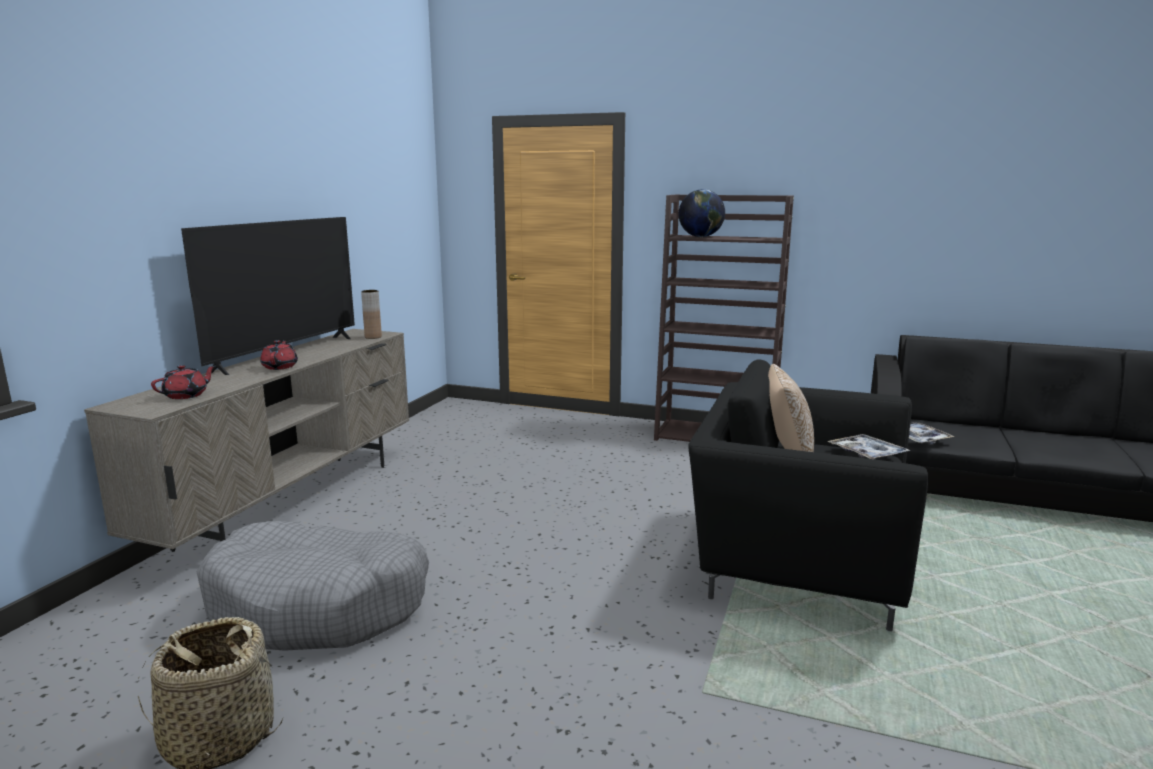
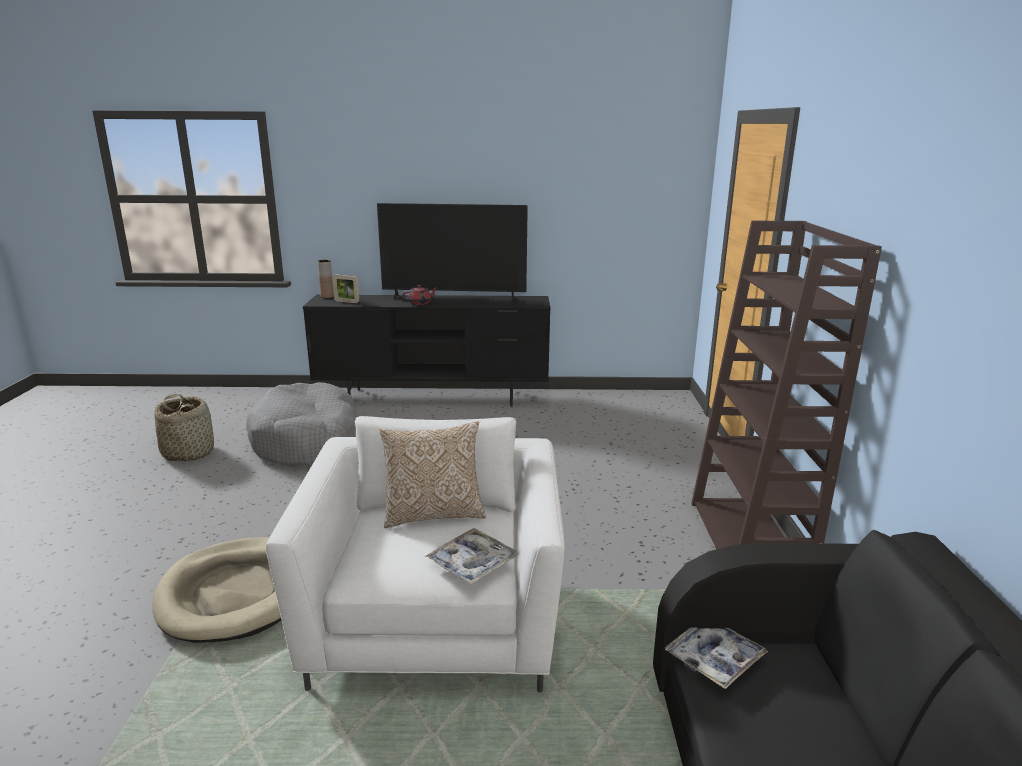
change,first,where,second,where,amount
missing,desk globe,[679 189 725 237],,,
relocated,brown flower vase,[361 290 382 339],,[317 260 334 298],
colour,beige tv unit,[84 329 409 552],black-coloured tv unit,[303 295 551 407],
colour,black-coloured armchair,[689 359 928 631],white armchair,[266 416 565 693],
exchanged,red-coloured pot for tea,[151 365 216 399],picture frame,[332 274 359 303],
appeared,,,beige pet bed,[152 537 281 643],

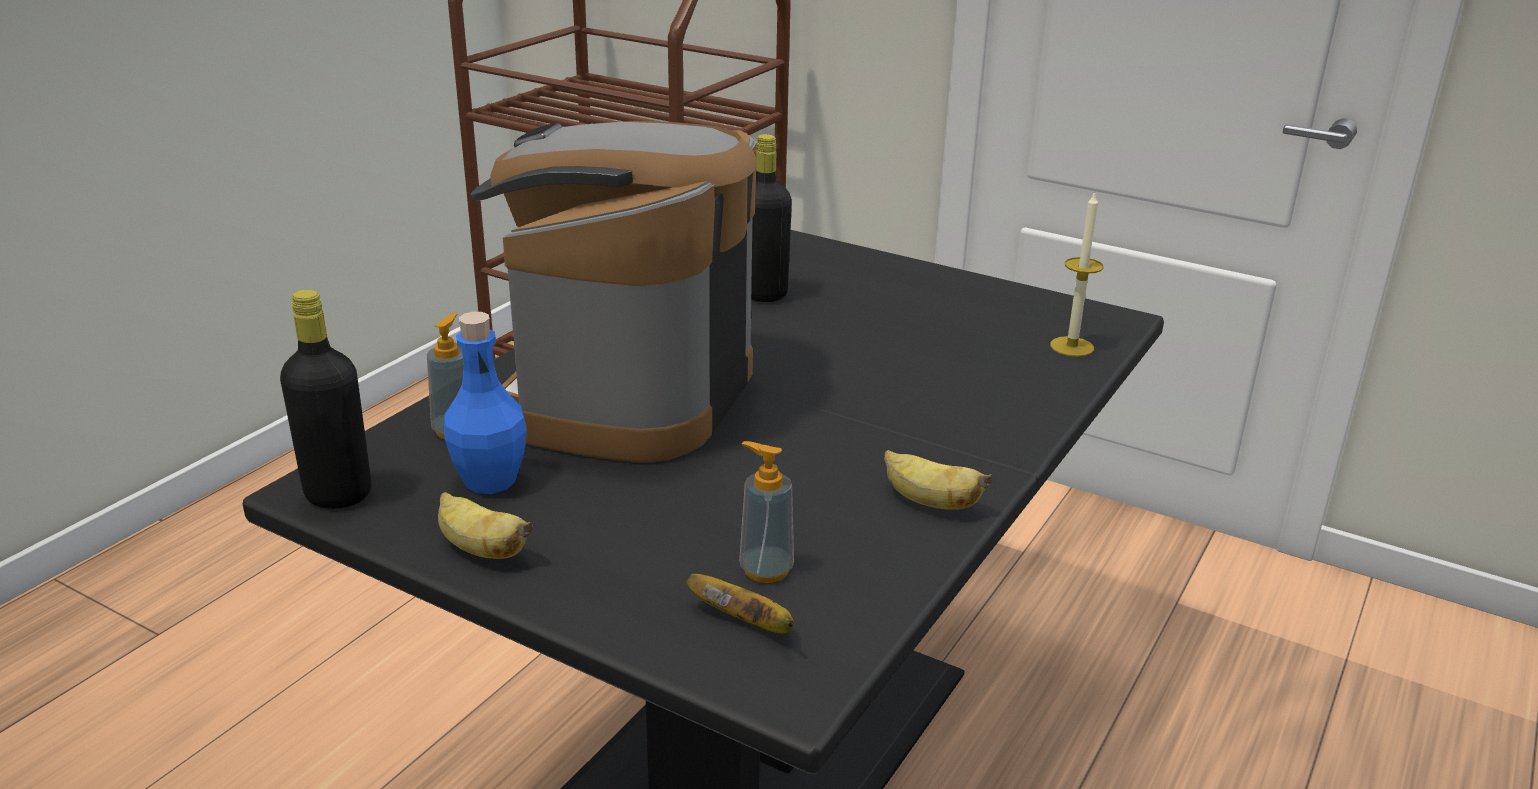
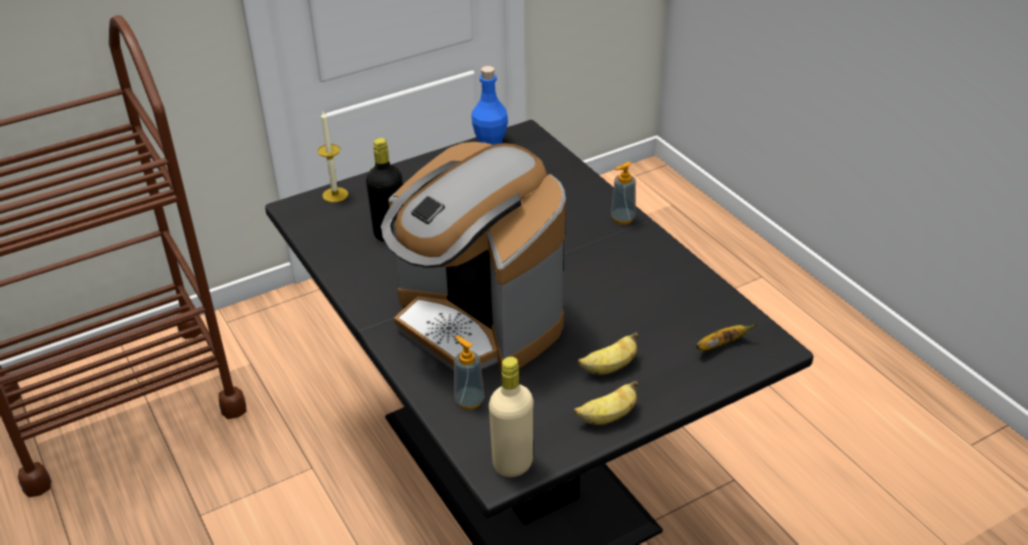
change,first,where,second,where,amount
relocated,candle,[1050 192 1103 357],,[318 111 348 203],
colour,black-coloured beverage bottle,[280 290 371 509],beige beverage bottle,[489 357 533 477],
relocated,blue beverage bottle,[444 312 527 494],,[471 66 508 145],
relocated,soap dispenser,[739 441 794 583],,[611 162 636 224],
relocated,whole banana,[884 450 992 510],,[578 332 638 375],

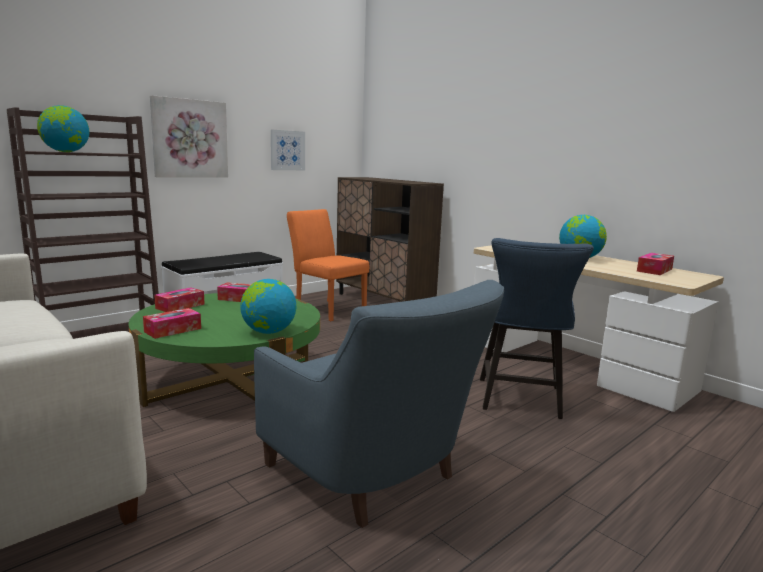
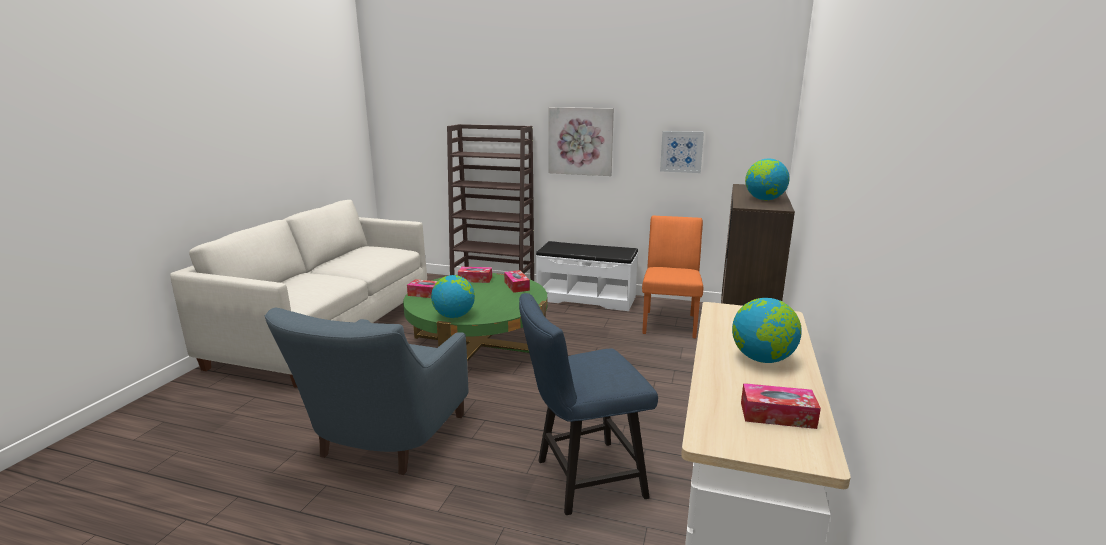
change,first,where,second,where,amount
relocated,desk globe,[37 105 89 152],,[745 159 790 200],

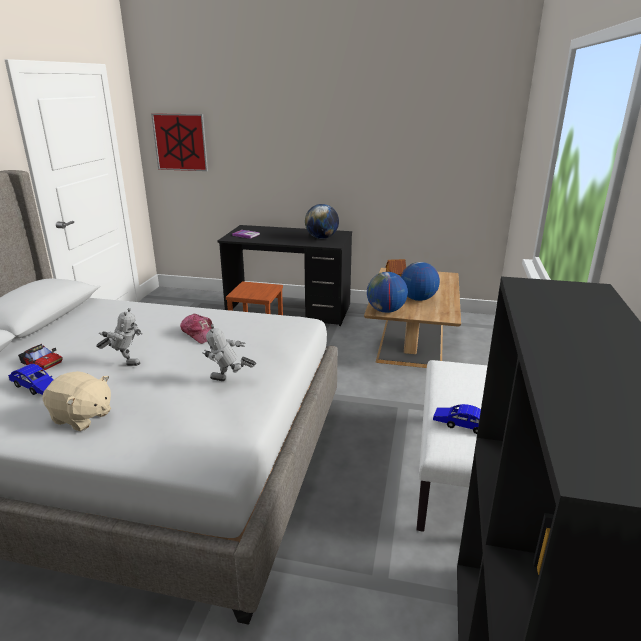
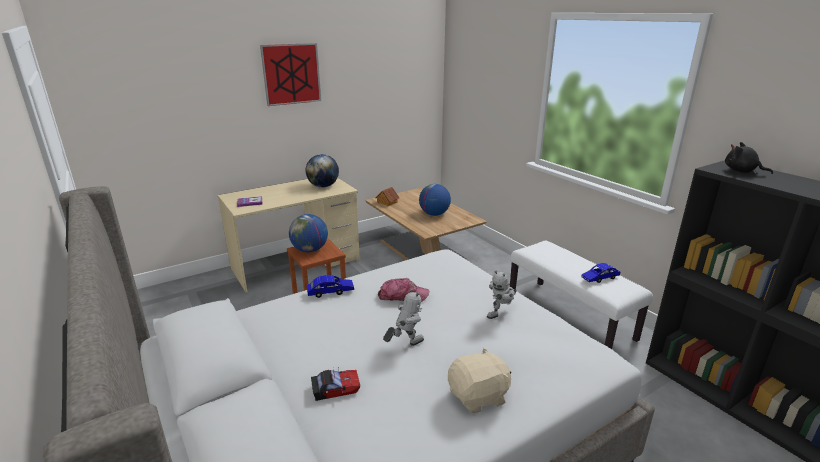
change,first,where,second,where,amount
relocated,wall art,[151 114 208 171],,[260 43 321 106],
colour,black-coloured desk table,[217 225 352 326],beige desk table,[218 178 360 292],
relocated,desk globe,[367 272 408 313],,[289 214 328 252],
relocated,blue miniature car,[8 364 54 395],,[307 275 354 298],
appeared,,,black-coloured plush toy,[725 142 773 174],

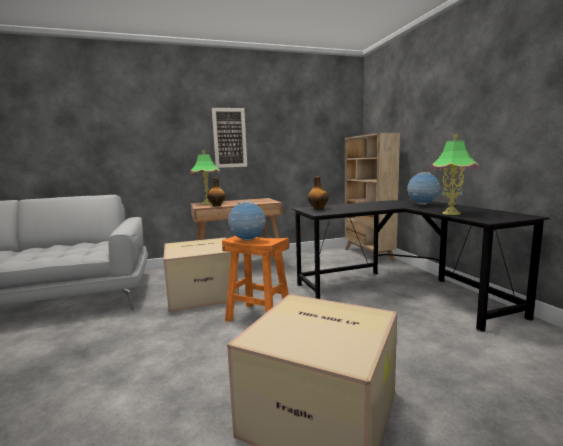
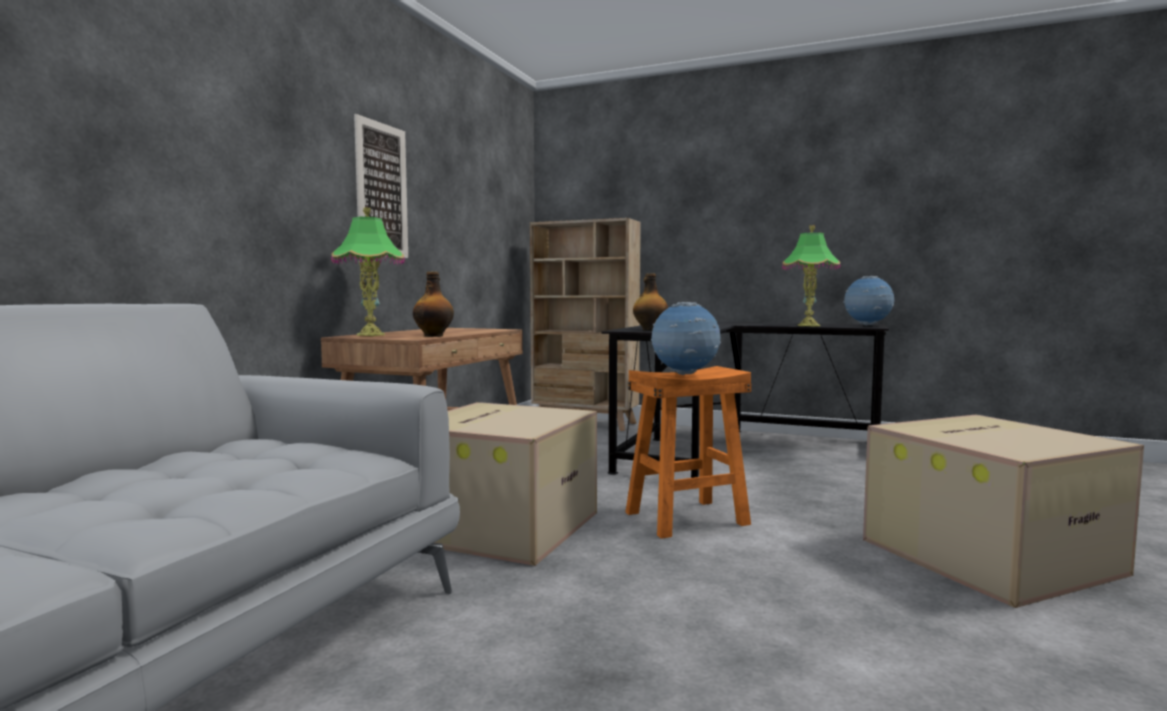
change,first,where,second,where,amount
relocated,desk globe,[407 172 441 205],,[843 276 894 326],

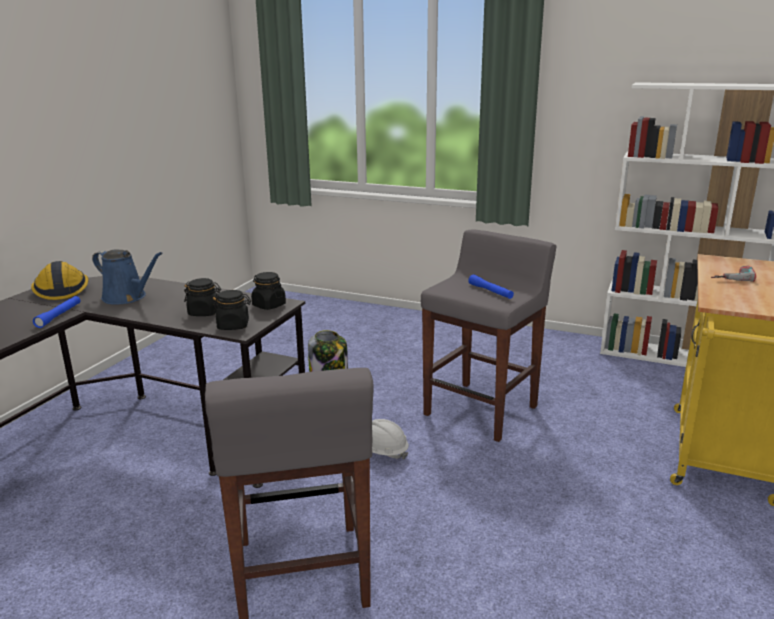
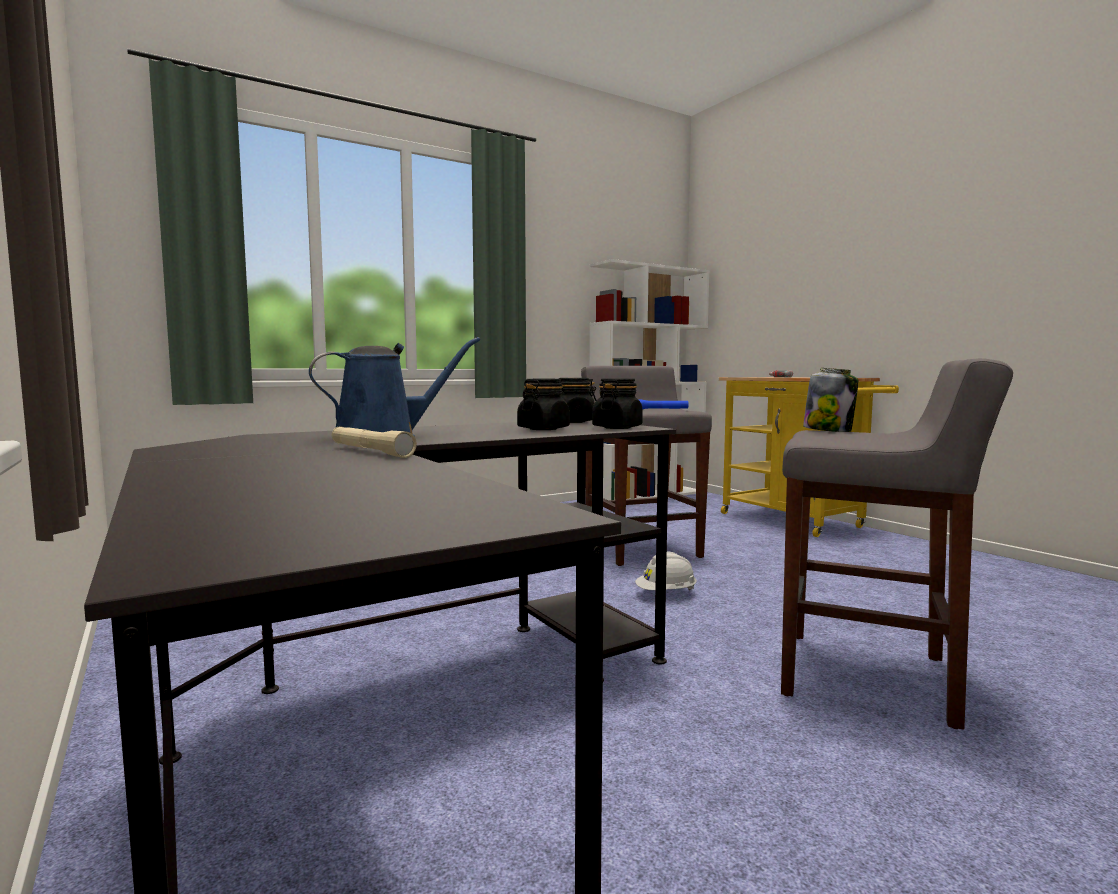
change,first,where,second,where,amount
missing,safety helmet,[31 261 89 300],,,
colour,blue hand torch,[33 296 81 328],beige hand torch,[332 426 417 458],

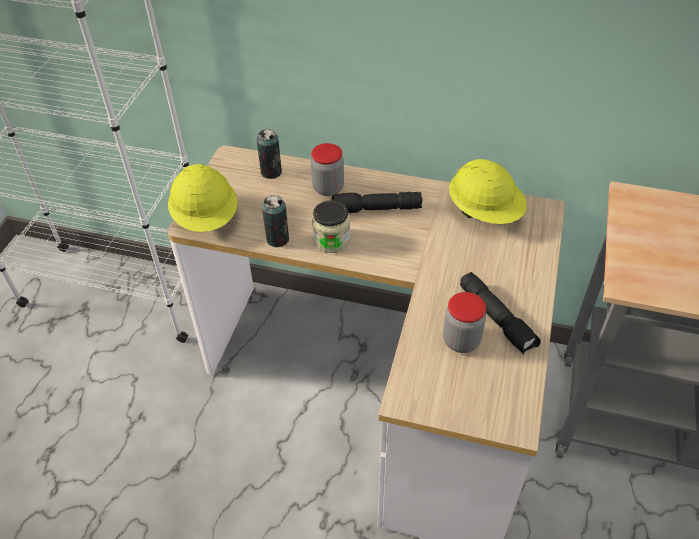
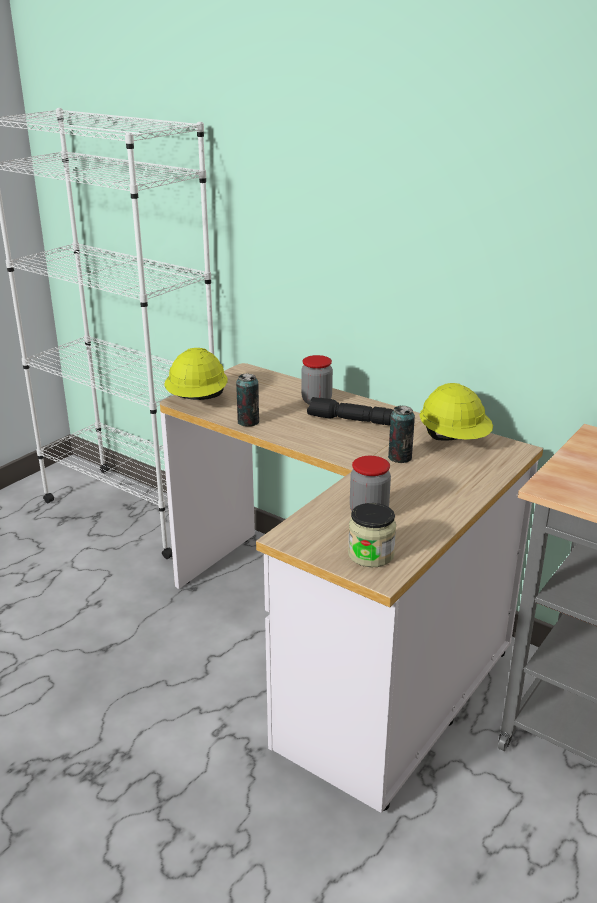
change,first,where,second,where,amount
relocated,can,[257 129 282 179],,[388 406 415 463],
relocated,jar,[312 200 351 253],,[348 503 396 567],
missing,black-coloured hand torch,[460 272 541 355],,,

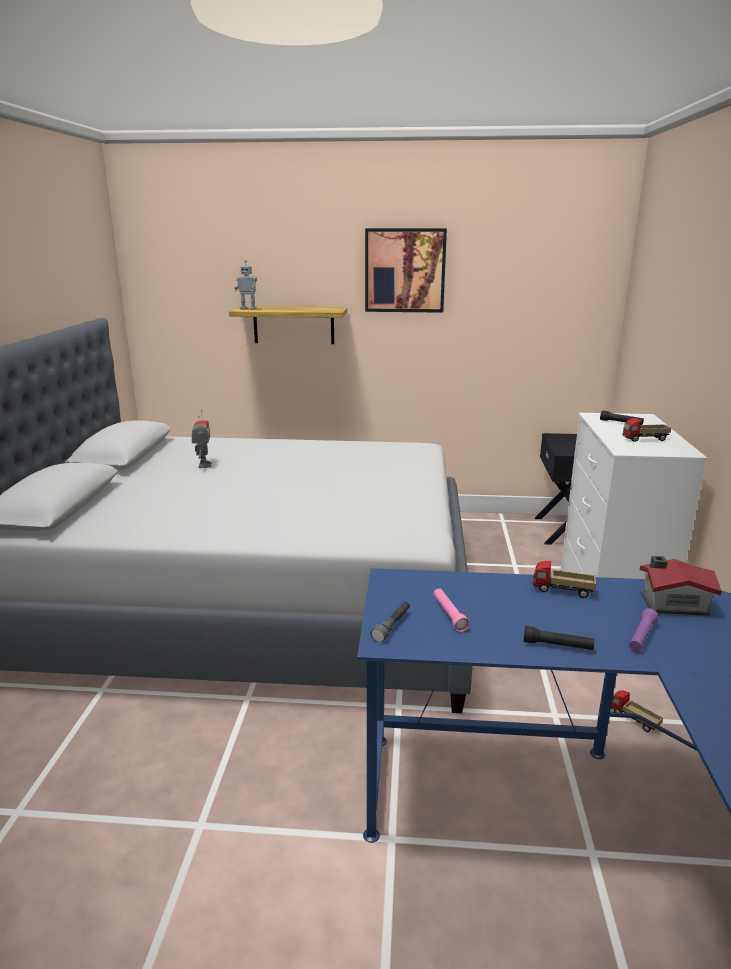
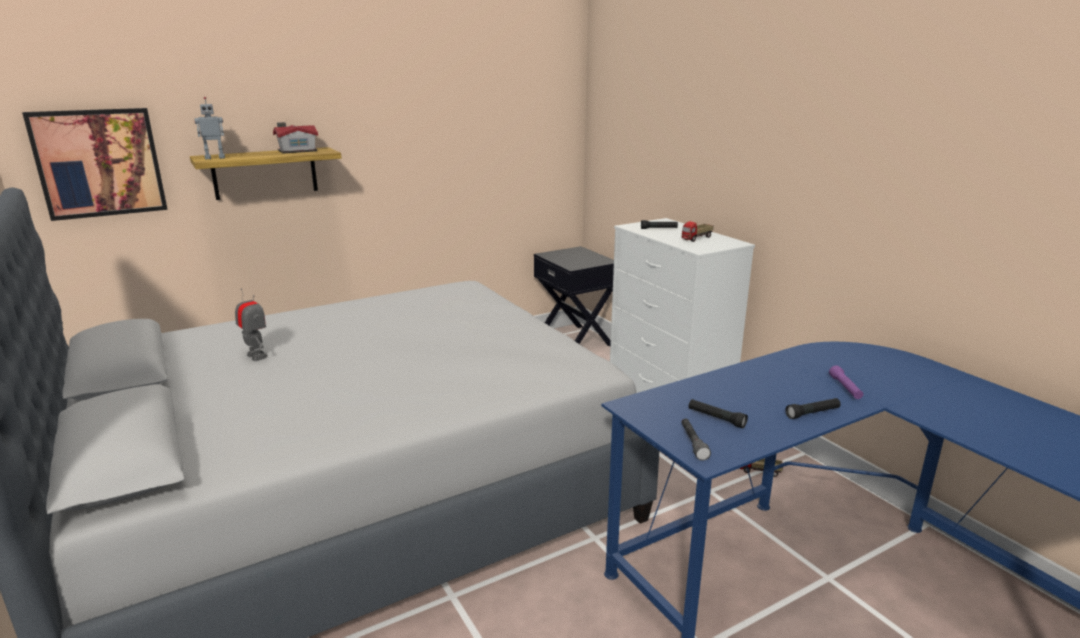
change,first,where,second,where,amount
relocated,wall art,[365 228 447 313],,[22 108 168 221],
relocated,model house,[640 556 722 616],,[273 122 318 154],
missing,toy lorry,[533 561 596 598],,,
colour,pink-coloured hand torch,[433 588 470 632],black-coloured hand torch,[689 399 748 429],

